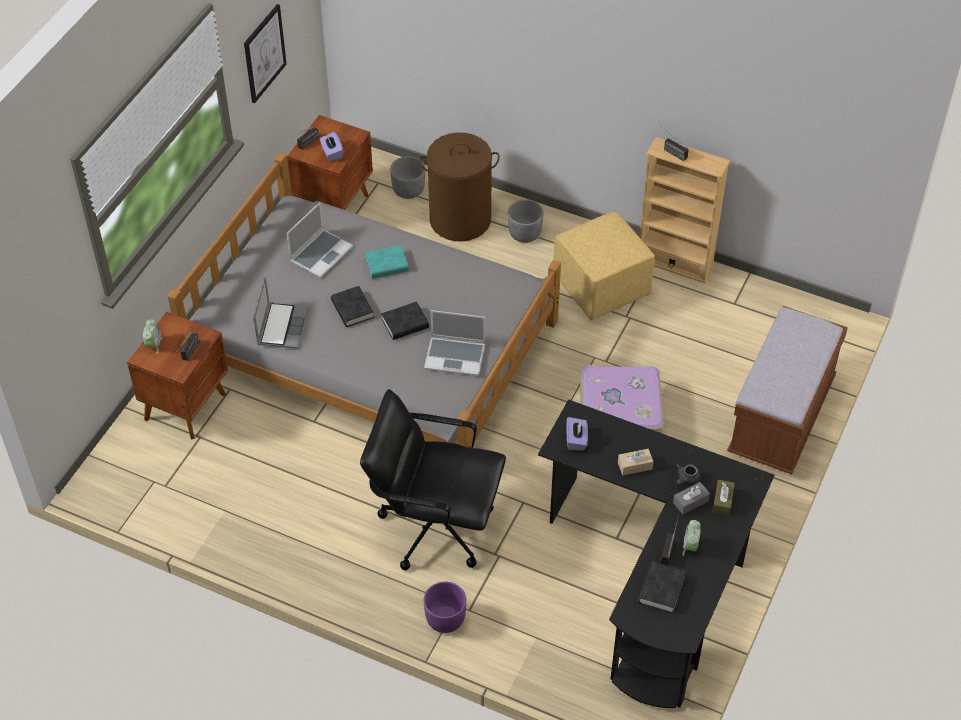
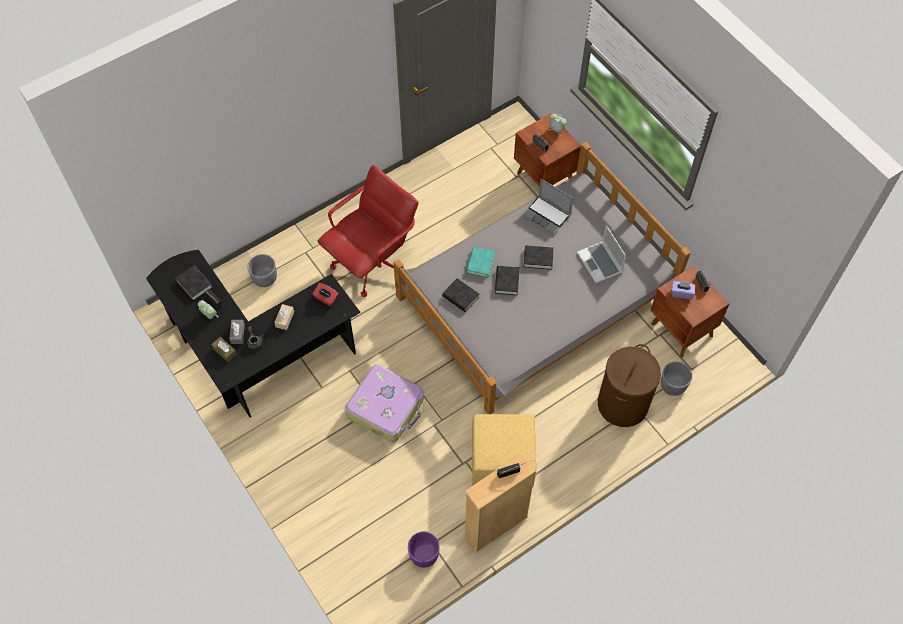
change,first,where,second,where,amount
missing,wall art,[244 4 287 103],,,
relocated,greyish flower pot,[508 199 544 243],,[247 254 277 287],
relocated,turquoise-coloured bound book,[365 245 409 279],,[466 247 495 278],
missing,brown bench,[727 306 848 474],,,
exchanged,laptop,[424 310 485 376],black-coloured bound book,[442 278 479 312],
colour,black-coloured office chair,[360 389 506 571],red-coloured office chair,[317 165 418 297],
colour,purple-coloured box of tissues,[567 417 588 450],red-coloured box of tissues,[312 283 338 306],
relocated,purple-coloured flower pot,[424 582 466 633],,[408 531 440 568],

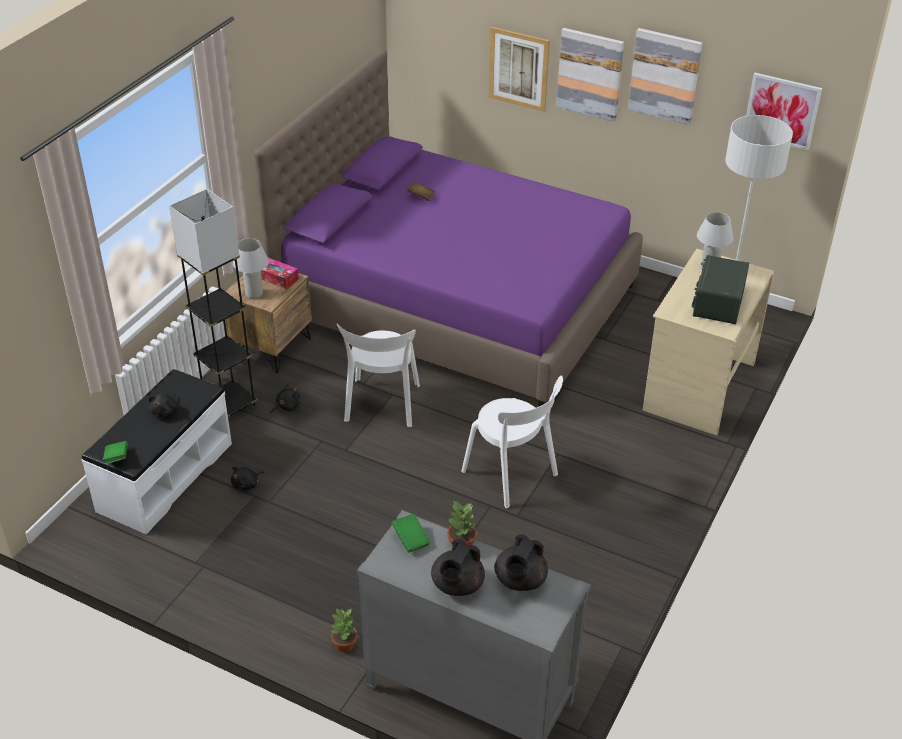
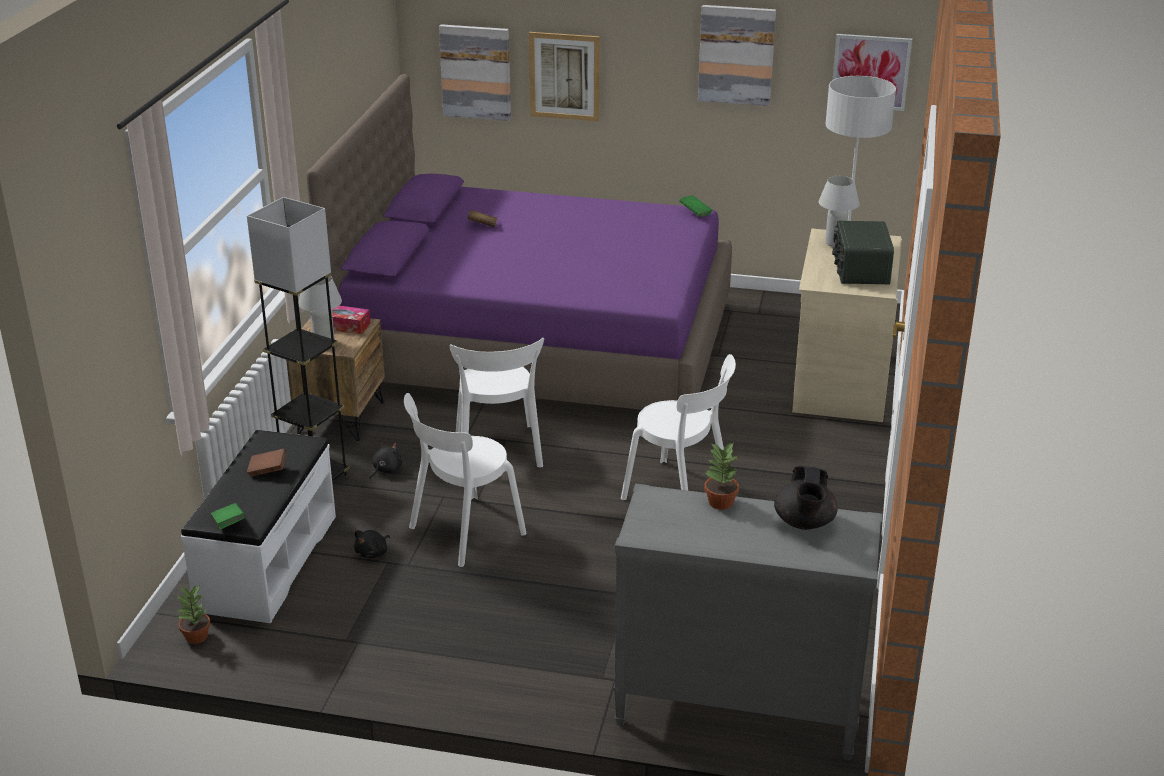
change,first,where,second,where,amount
relocated,wall art,[556 28 624 122],,[439 24 511 121],
exchanged,black-coloured plush toy,[149 394 178 417],brown bound book,[247 449 287 477],
relocated,green-coloured bound book,[391 514 431 553],,[679 195 712 217],
missing,black-coloured pot for tea,[431 539 485 596],,,
relocated,plant in a pot,[331 608 357 652],,[176 586 210 644],
appeared,,,white chair,[404 393 527 567],

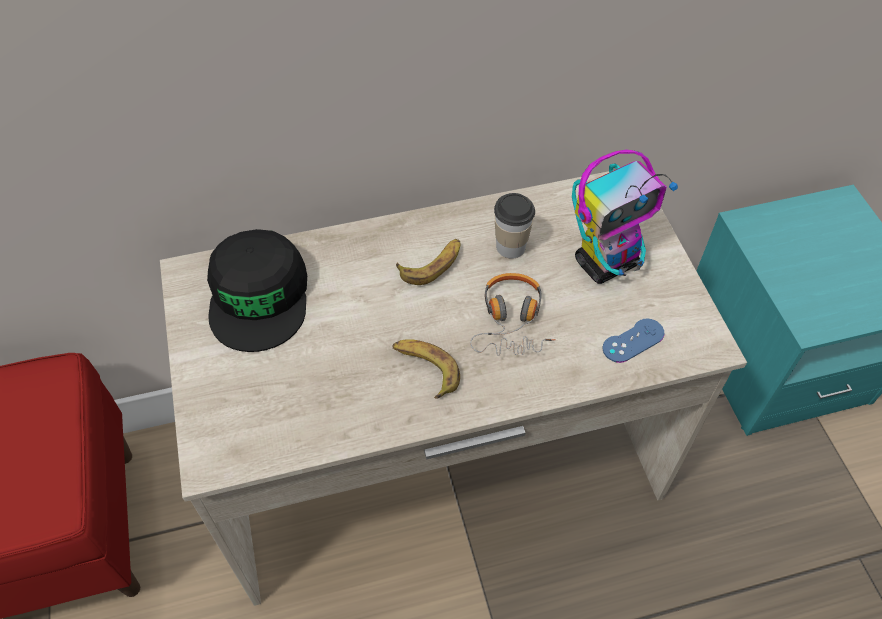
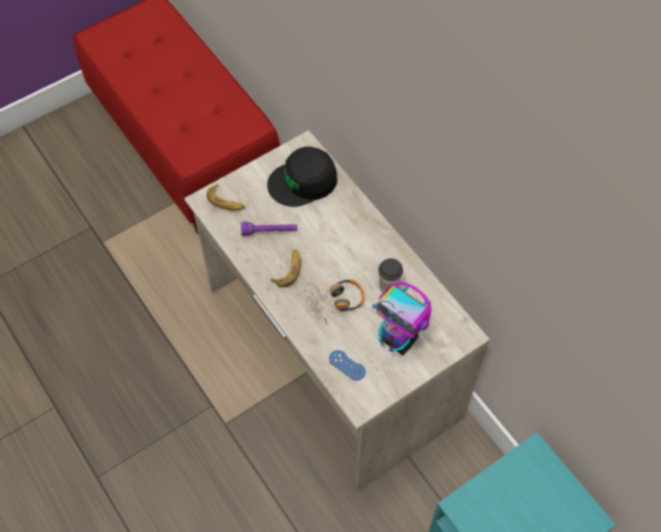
change,first,where,second,where,amount
relocated,whole banana,[396 239 460 285],,[207 185 245 210],
appeared,,,purple-coloured hand torch,[241 222 297 236],

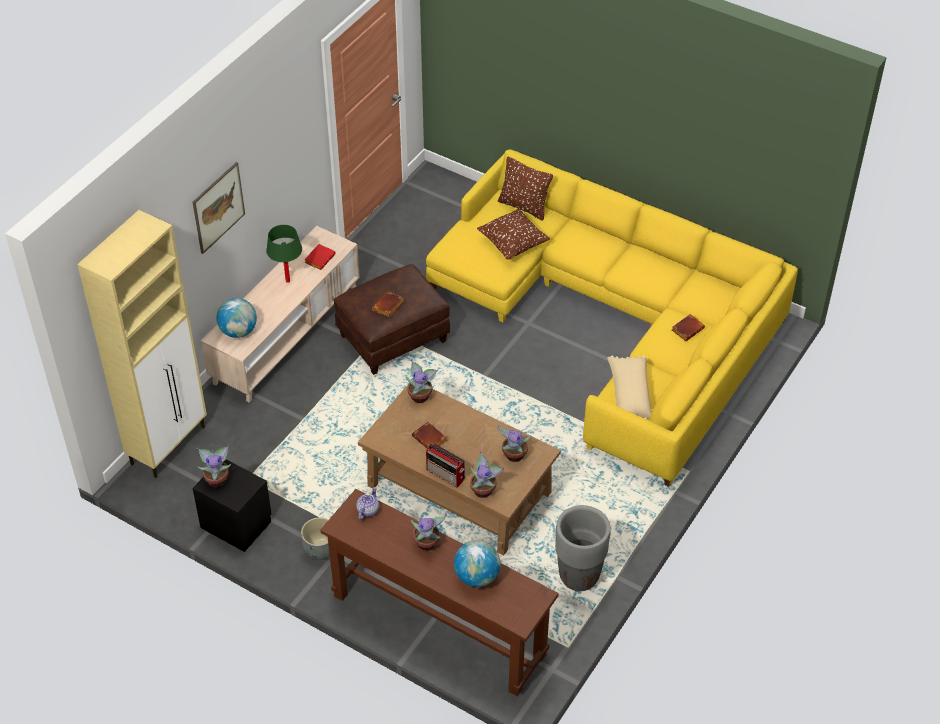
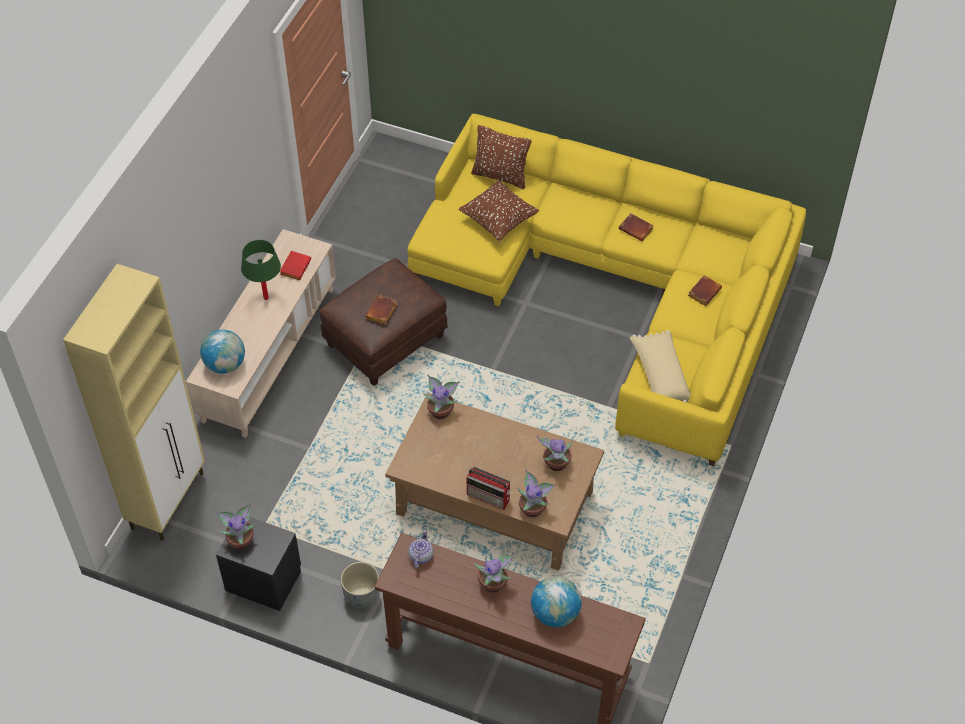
change,first,where,second,where,amount
missing,wall art,[193 162 245 254],,,
relocated,brown bound book,[412 421 447 449],,[619 213 654 241],
missing,greyish flower pot,[555 505 611 591],,,

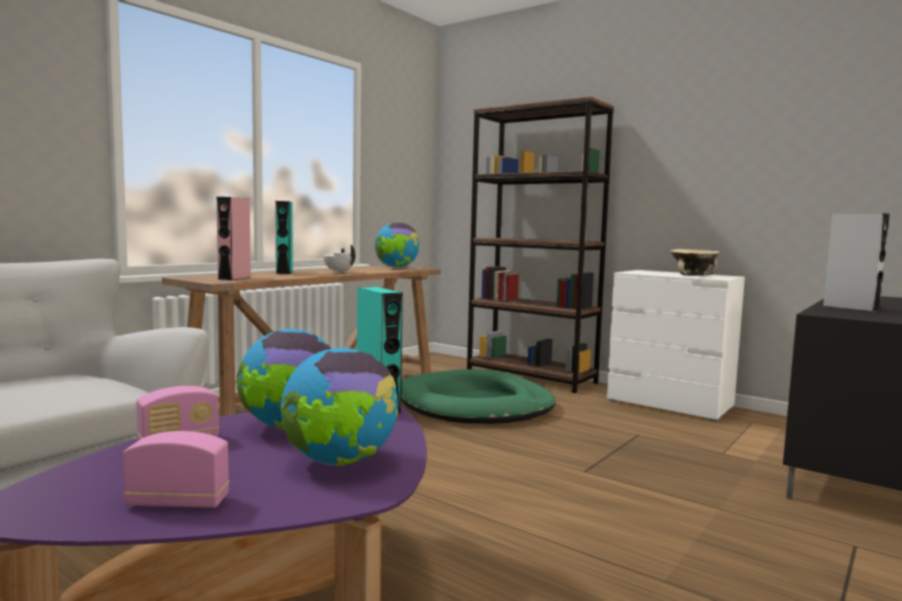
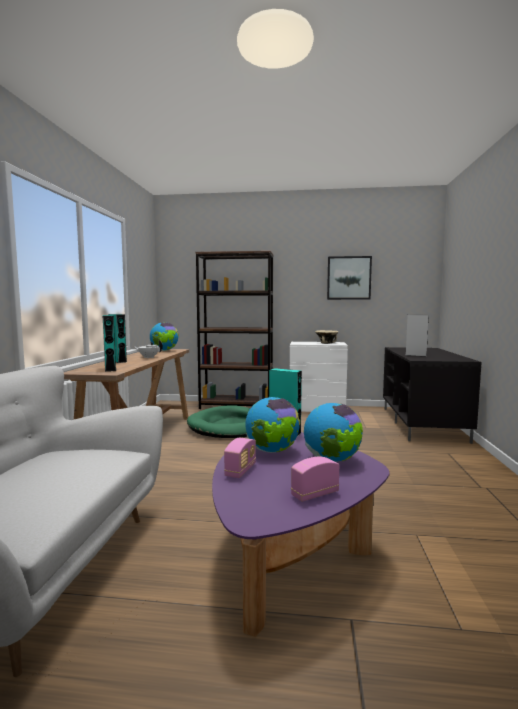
change,first,where,second,where,amount
colour,pink-coloured audio speaker,[217 197 251 280],turquoise-coloured audio speaker,[103 315 116 372],
appeared,,,wall art,[327 256 372 300],

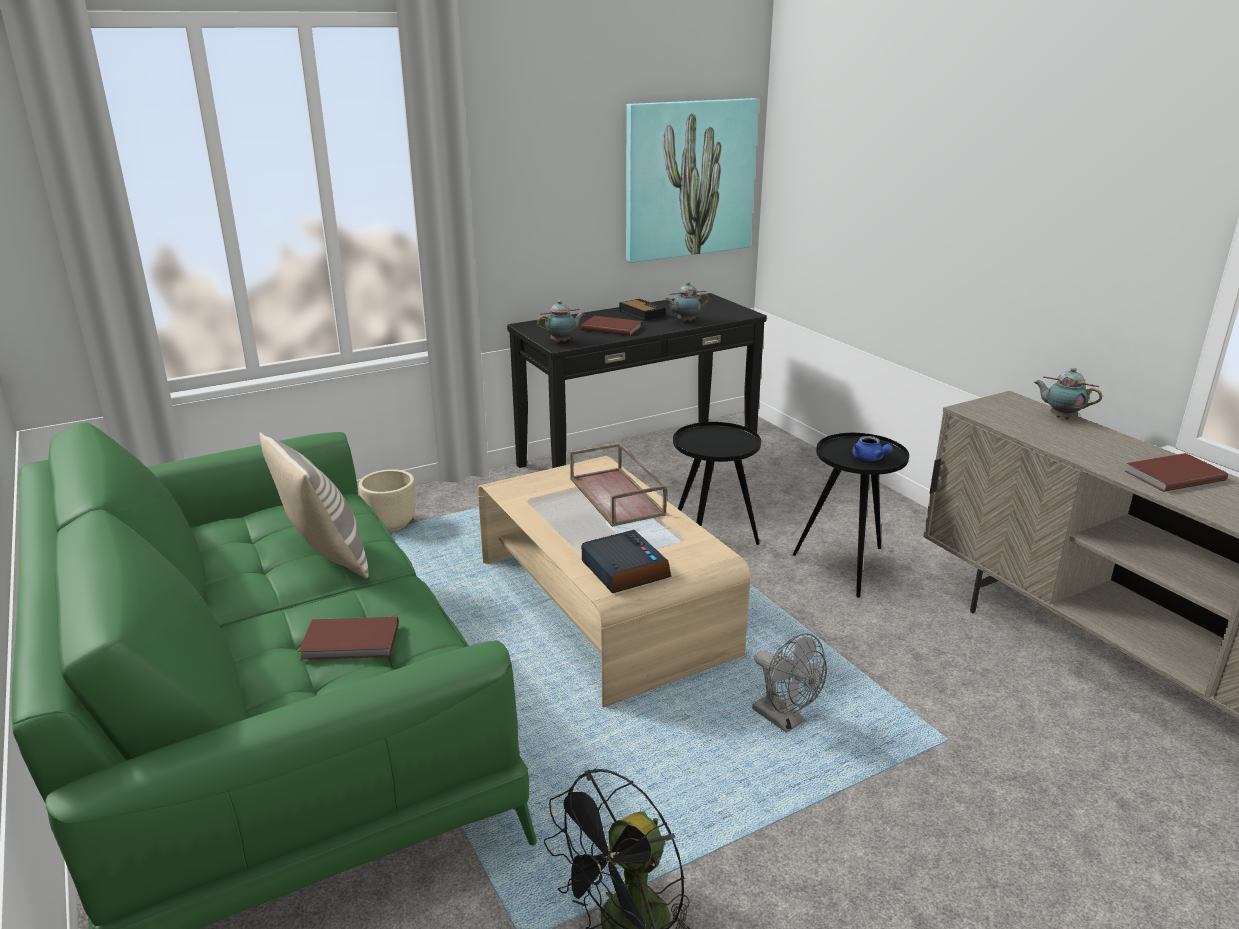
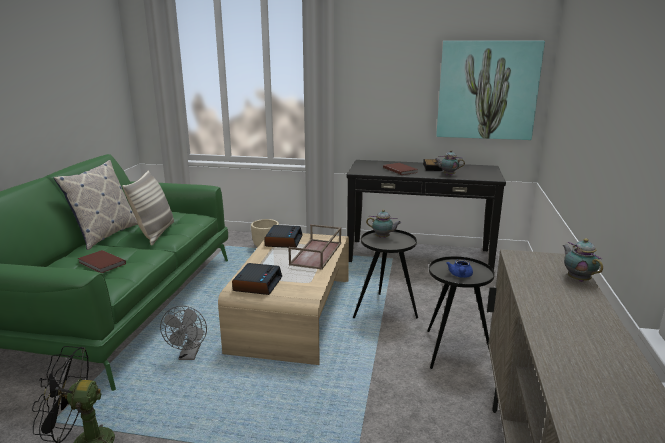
change,first,where,second,where,amount
relocated,pot for tea,[537 300 585 343],,[366 210 401 238],
missing,brown bound book,[1125 453 1228 492],,,
relocated,greyish fan,[752 633 827 733],,[160 306 207 360],
appeared,,,pillow,[54 160 138 250],
appeared,,,alarm clock,[264 225 303 248],

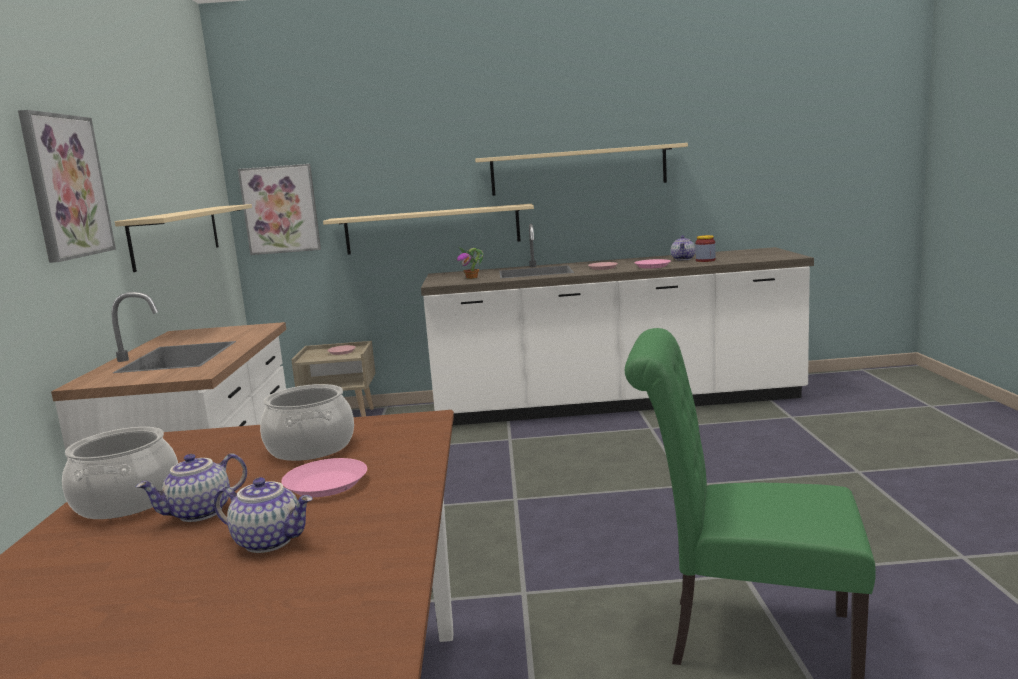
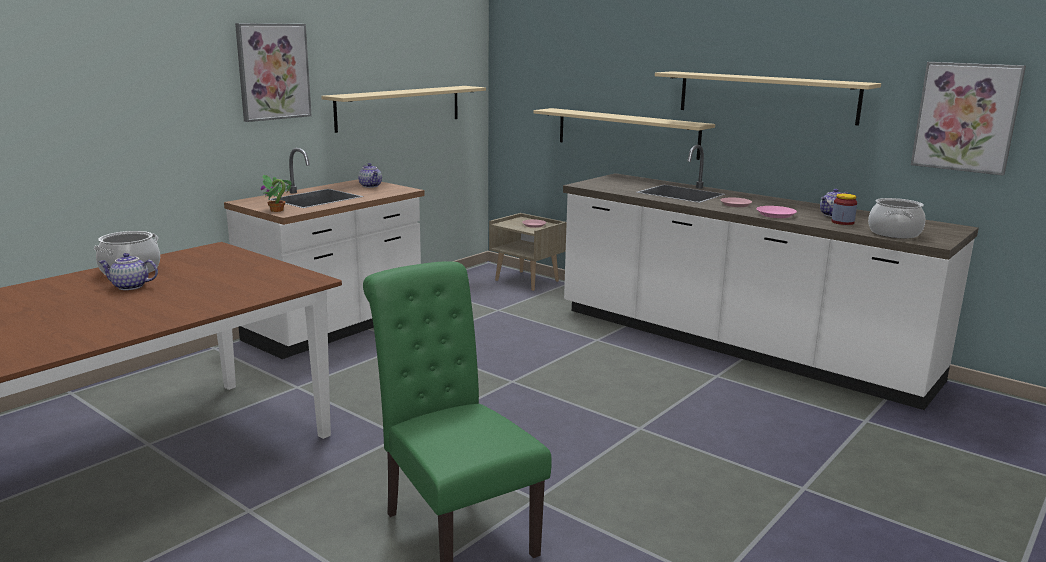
change,first,where,second,where,amount
relocated,wall art,[238 164 321 255],,[911 62 1026 176],
relocated,plant in a pot,[457 247 483 279],,[261 175 292 212],
relocated,saucepot,[260 384 354 461],,[868 198 925 238],
missing,pink-coloured plate,[281 458 367 497],,,
relocated,pot for tea,[214 477 313 553],,[358 163 382 188],

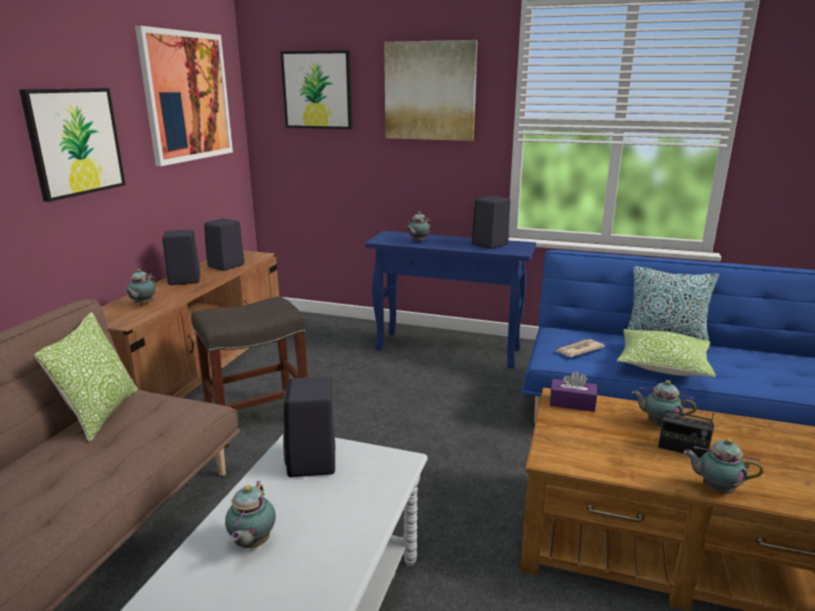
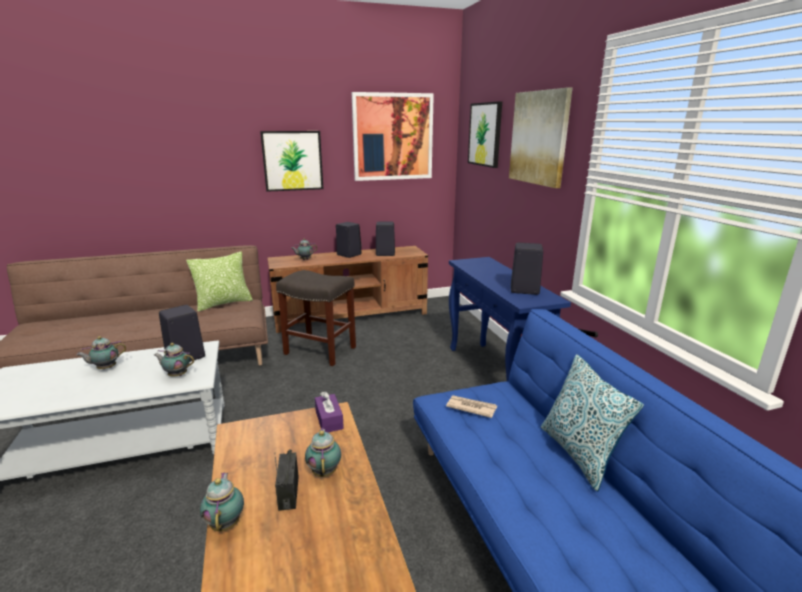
change,first,where,second,where,amount
relocated,pot for tea,[405 212 431 242],,[154 343 194 376],
missing,pillow,[617 329 716 377],,,

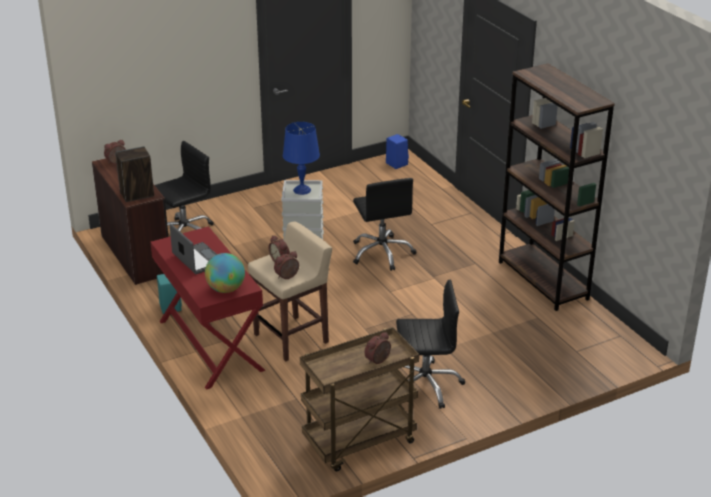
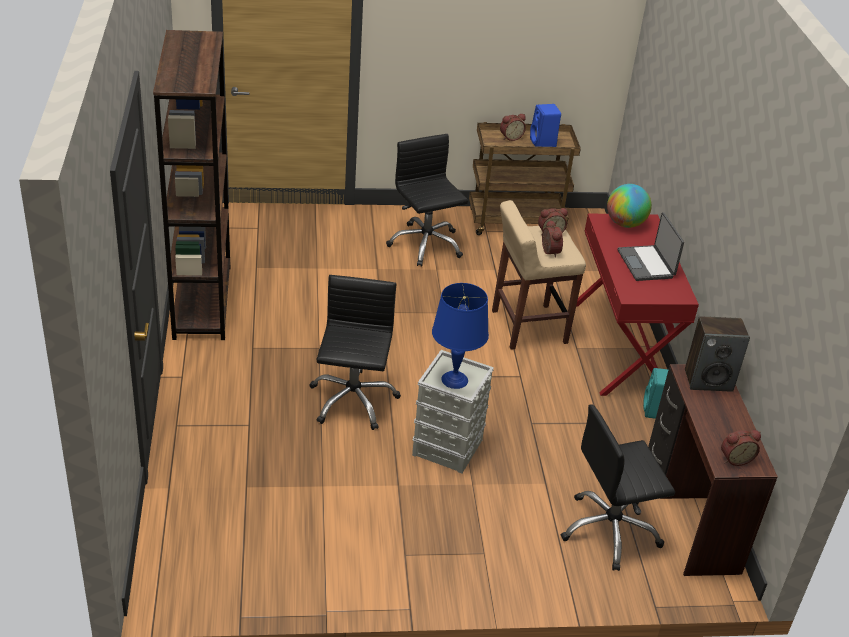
change,first,where,second,where,amount
relocated,blue audio speaker,[386 134 409 169],,[530 104 561 147],
spun,black-coloured office chair,[396 280 465 409],,[386 134 468 267],45 degrees clockwise

